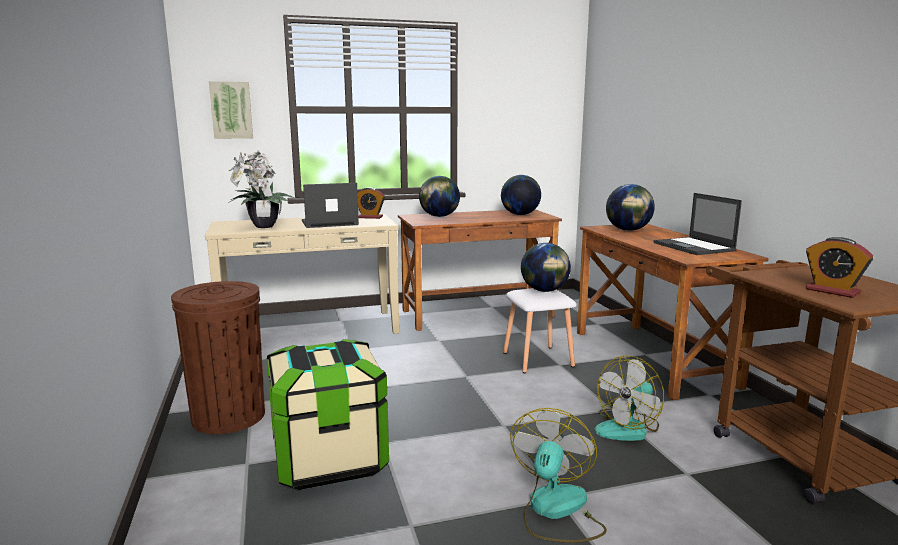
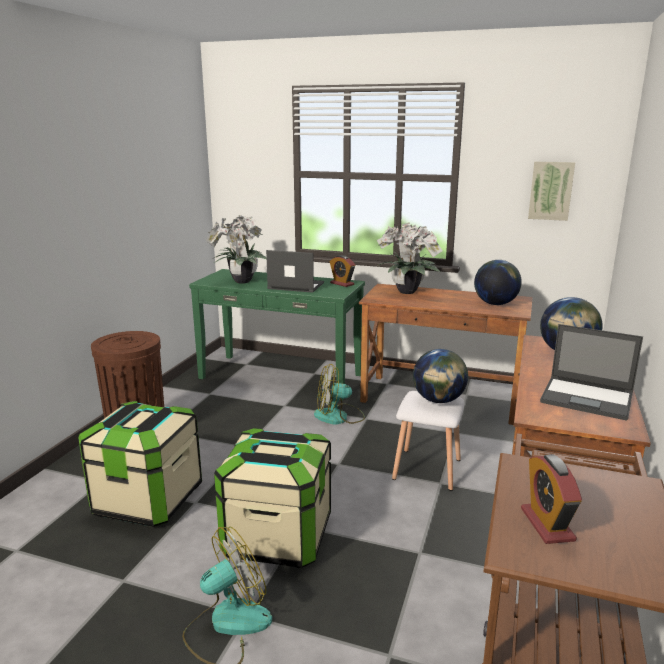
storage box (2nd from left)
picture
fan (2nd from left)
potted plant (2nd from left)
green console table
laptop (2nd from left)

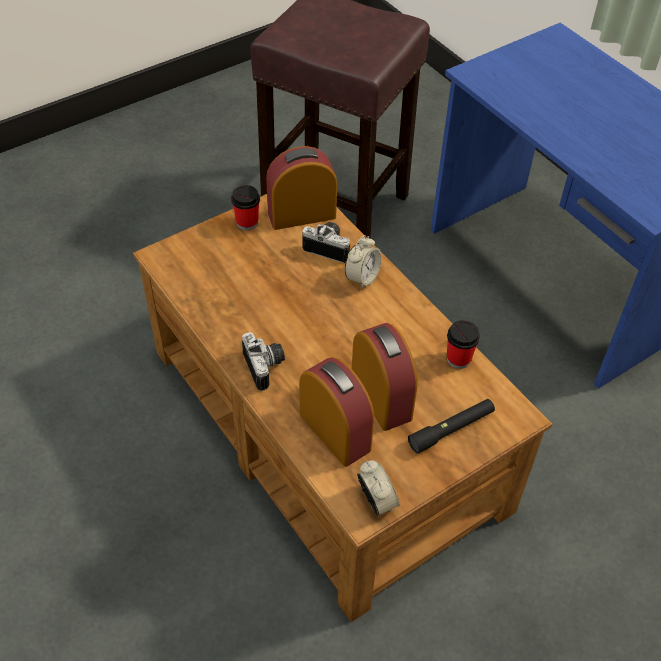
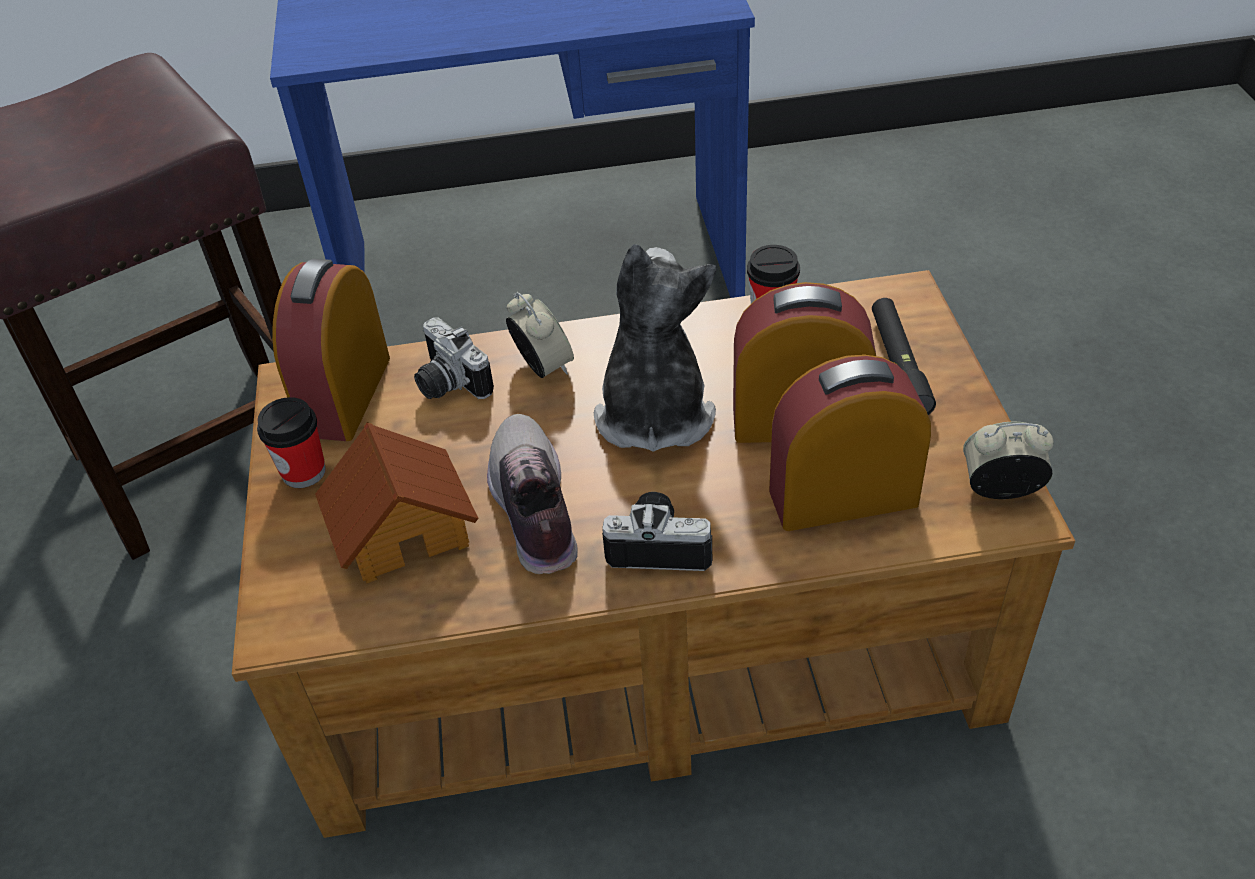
toy house
shoe
plush toy
photo camera (1st from left)

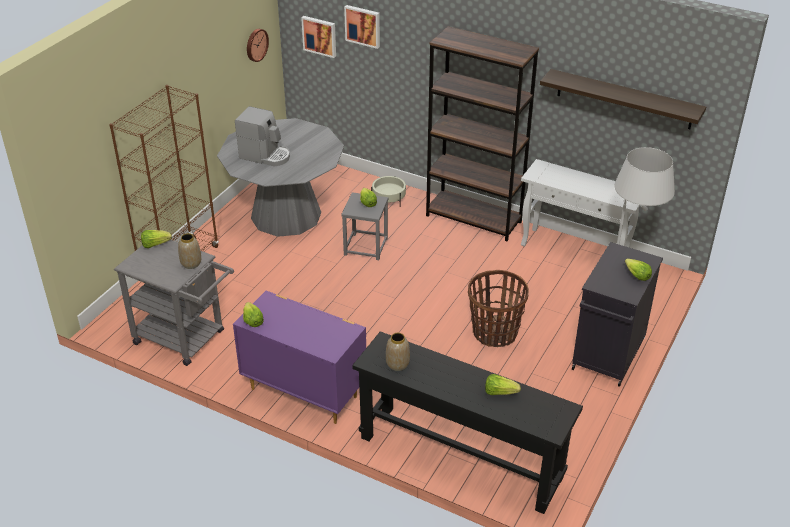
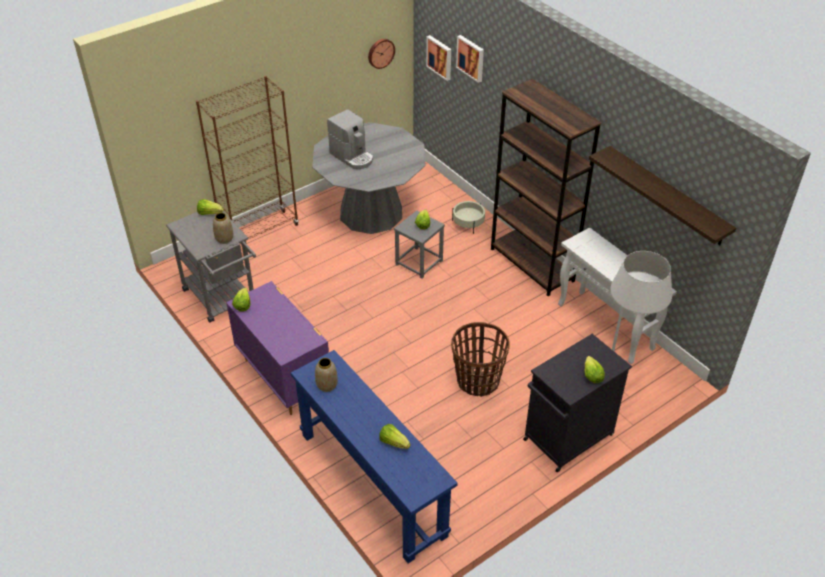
blue console table

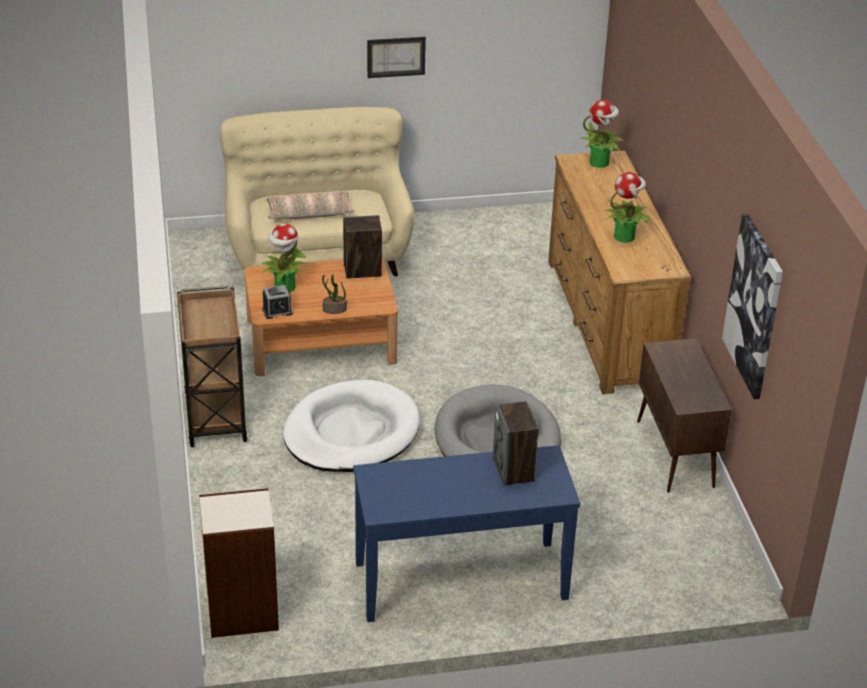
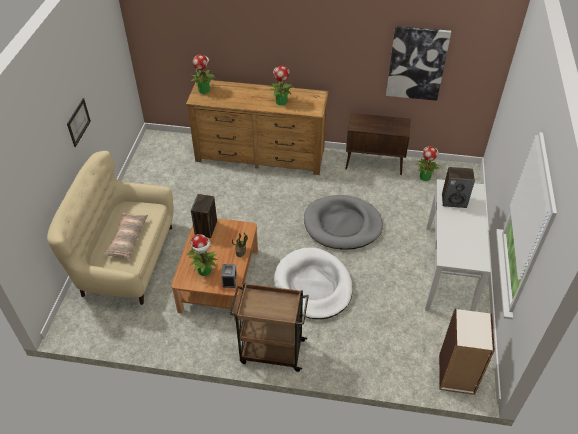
potted plant (5th from left)
white console table

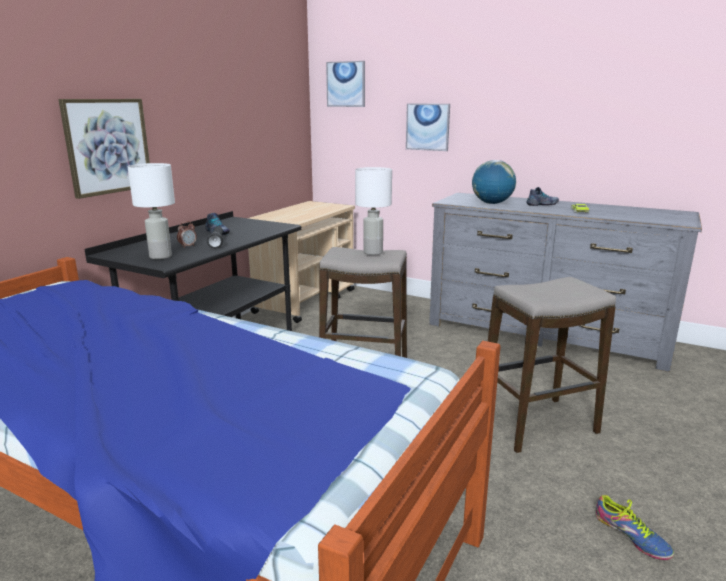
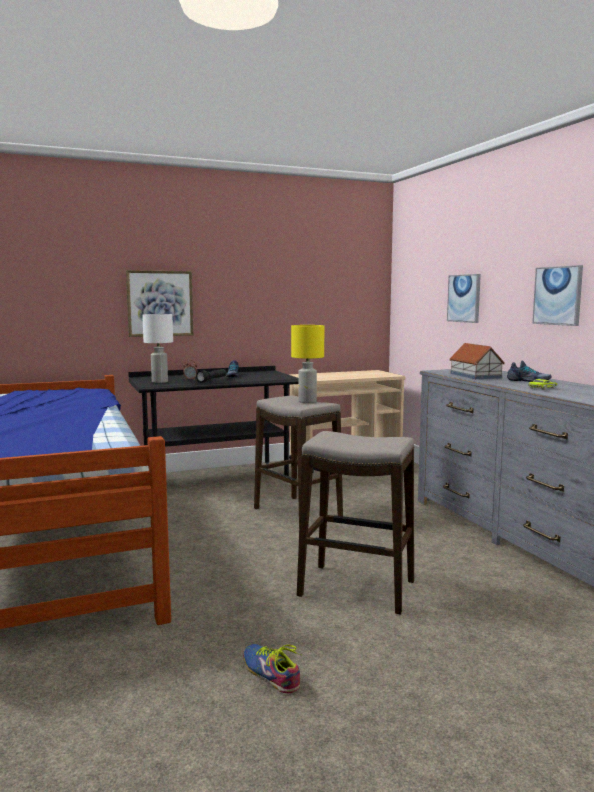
picture (3rd from left)
toy house
yellow table lamp
shoe (2nd from left)

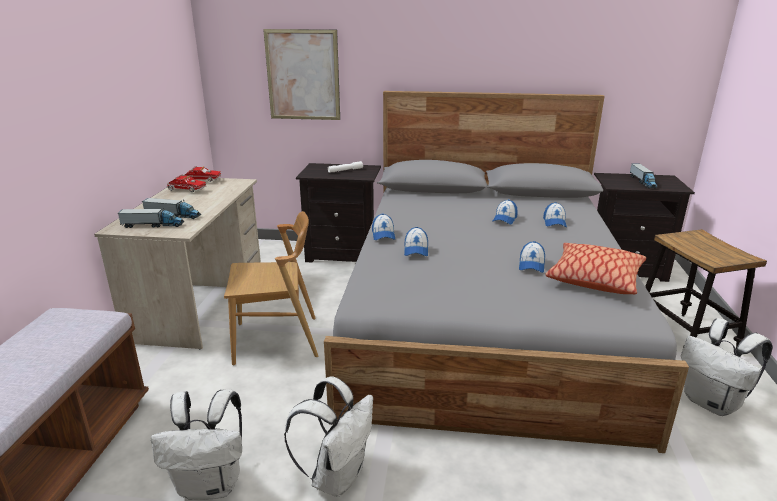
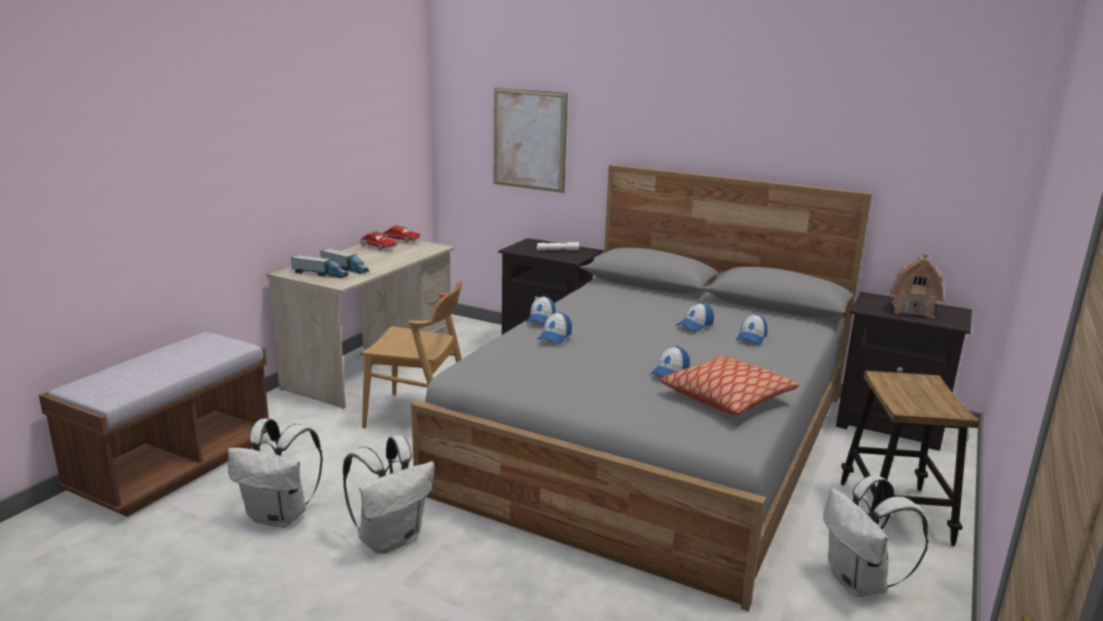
toy house

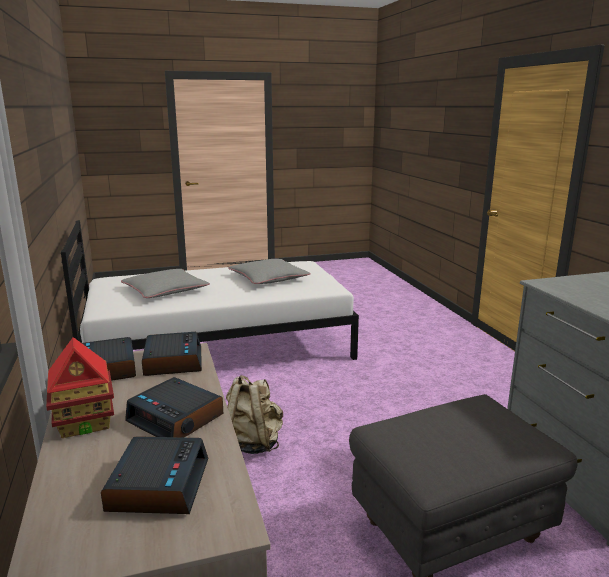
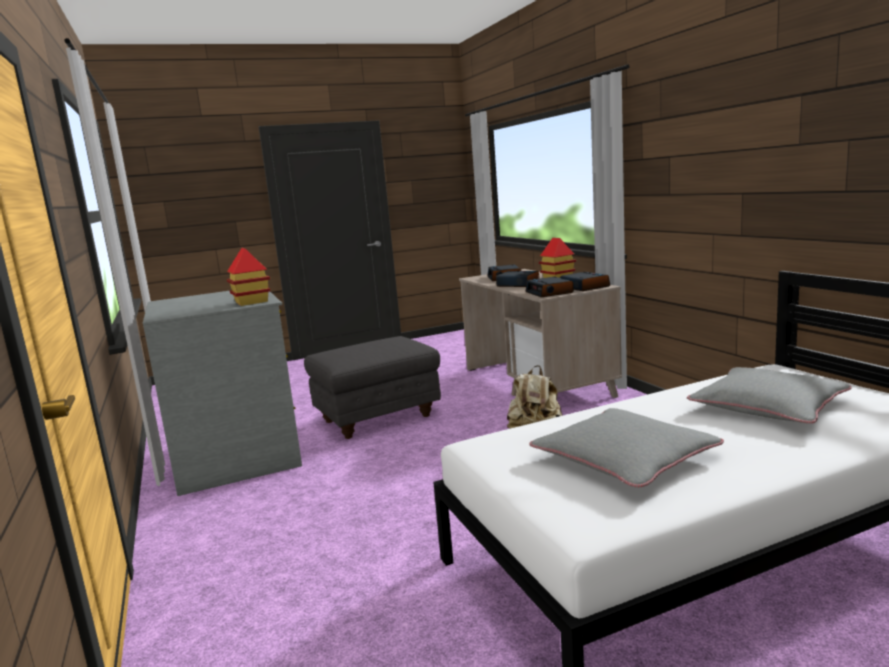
toy house (1st from left)

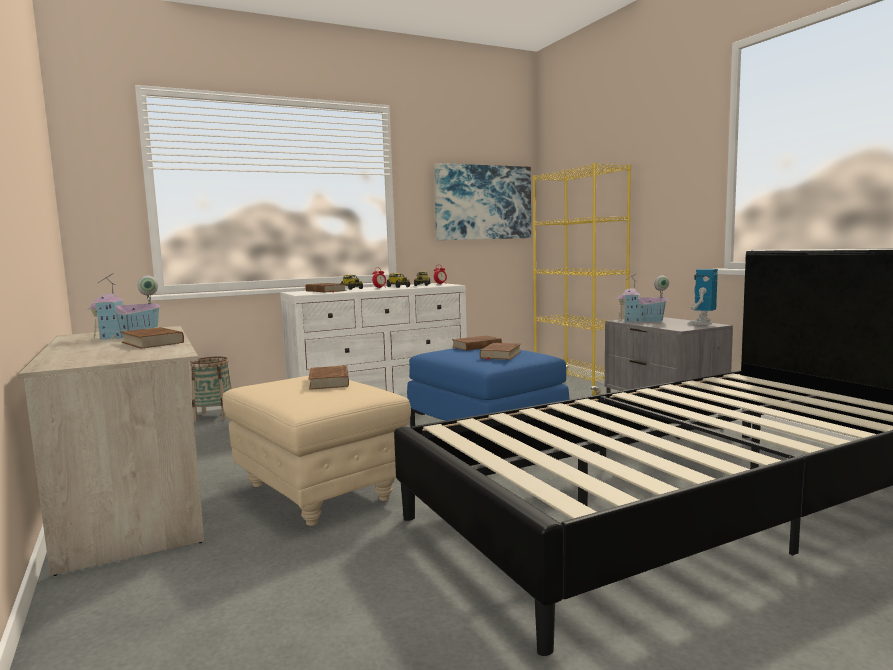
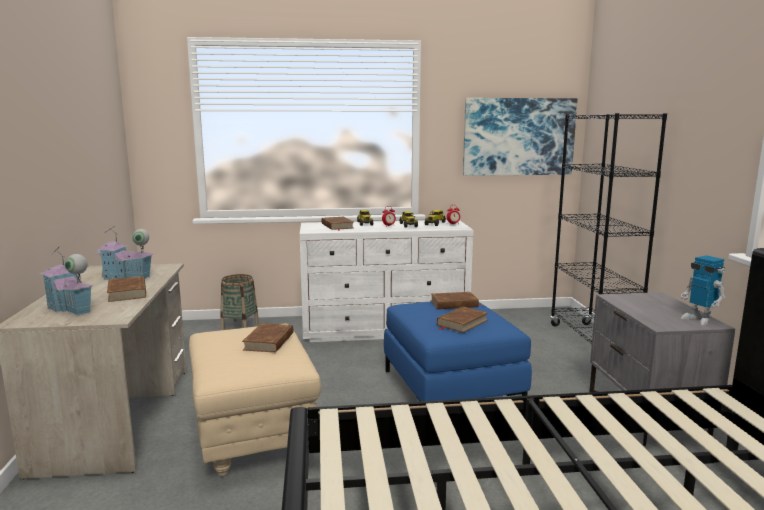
toy house (1st from left)
black bookcase
toy robot

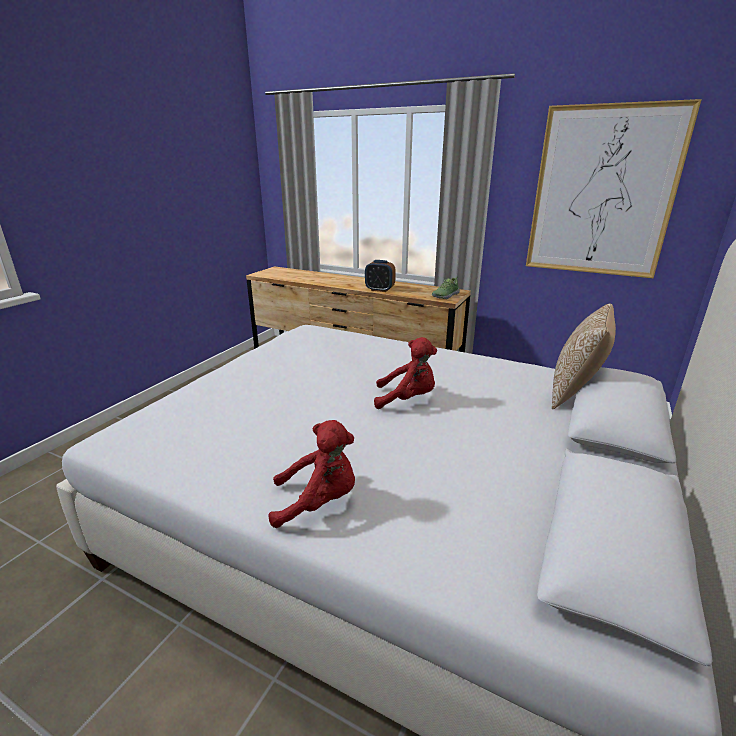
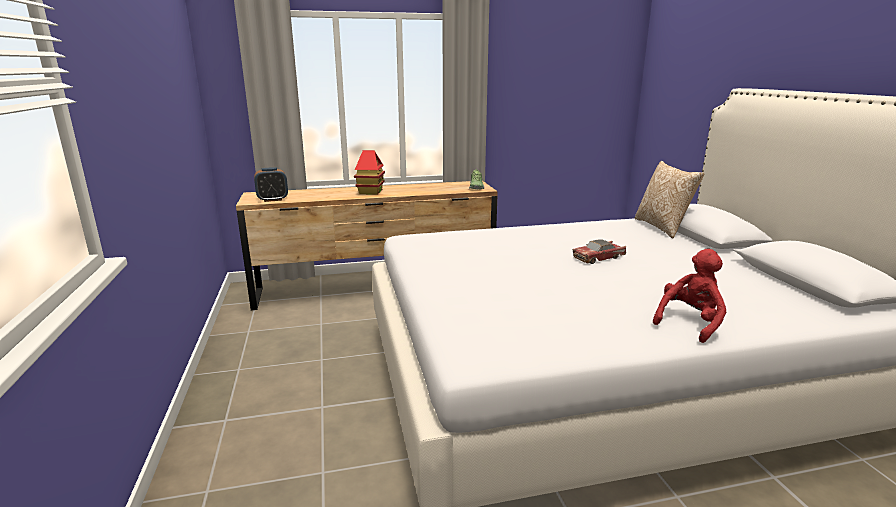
picture
toy house
alarm clock
toy car

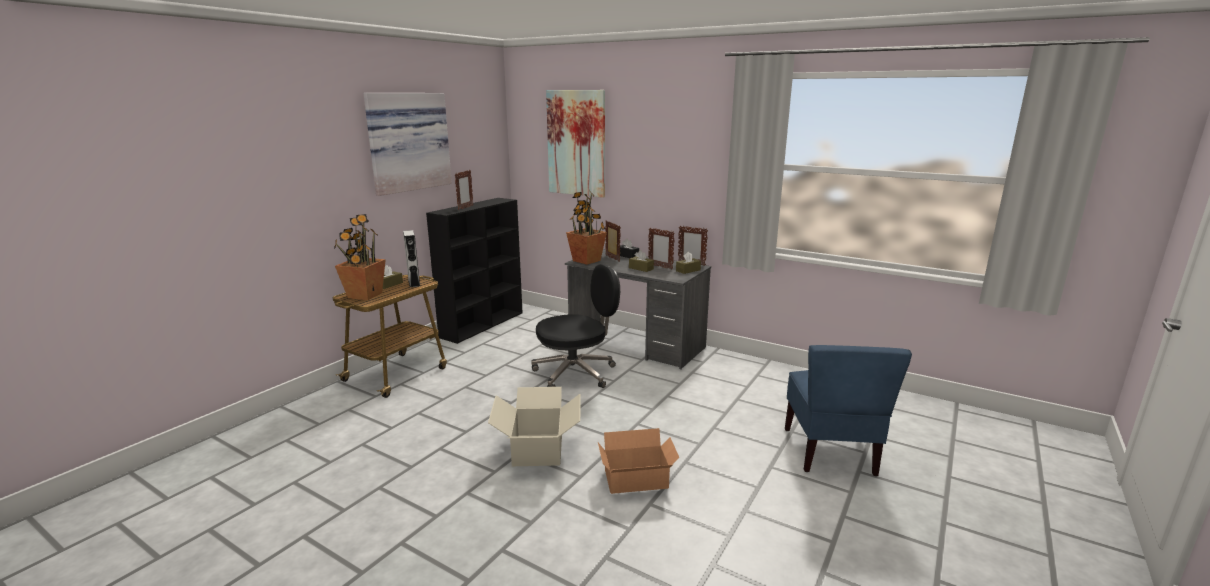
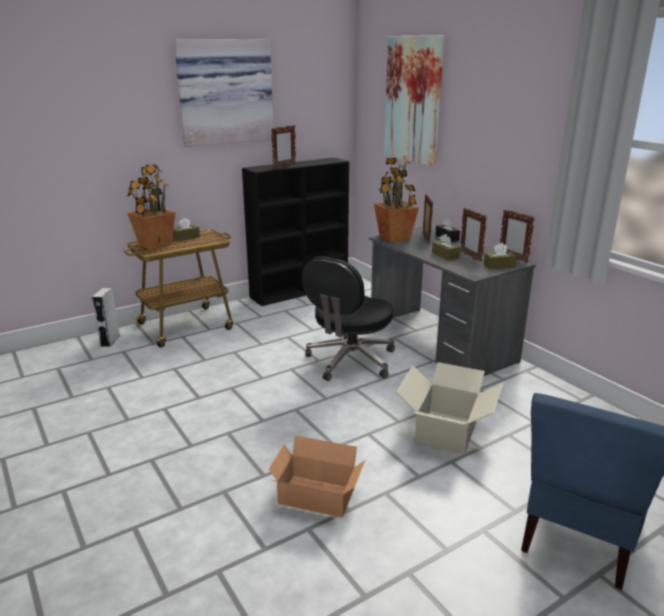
grey speaker
cardboard box (2nd from left)
black office chair

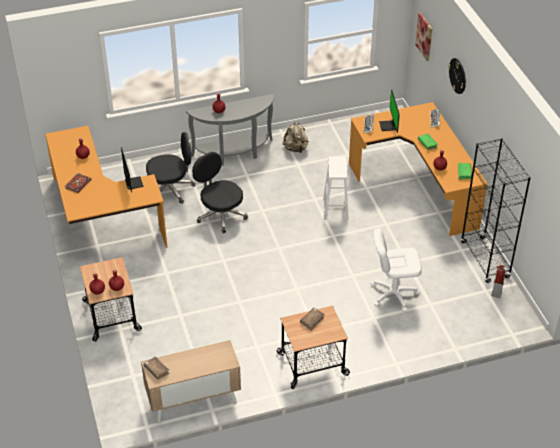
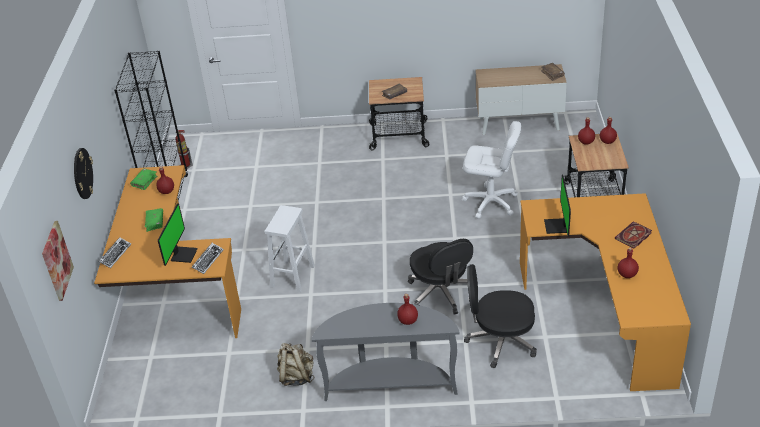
white office chair

